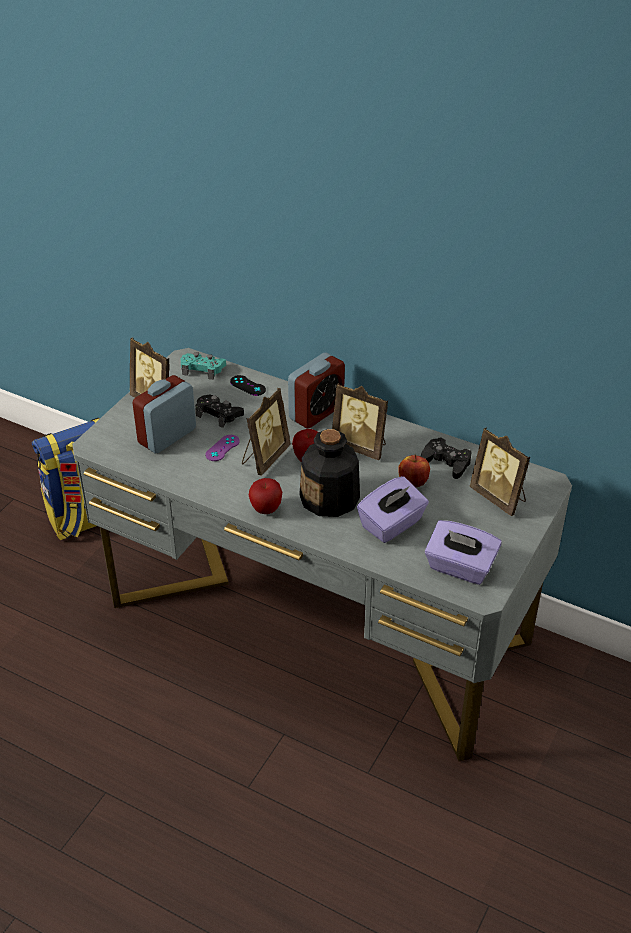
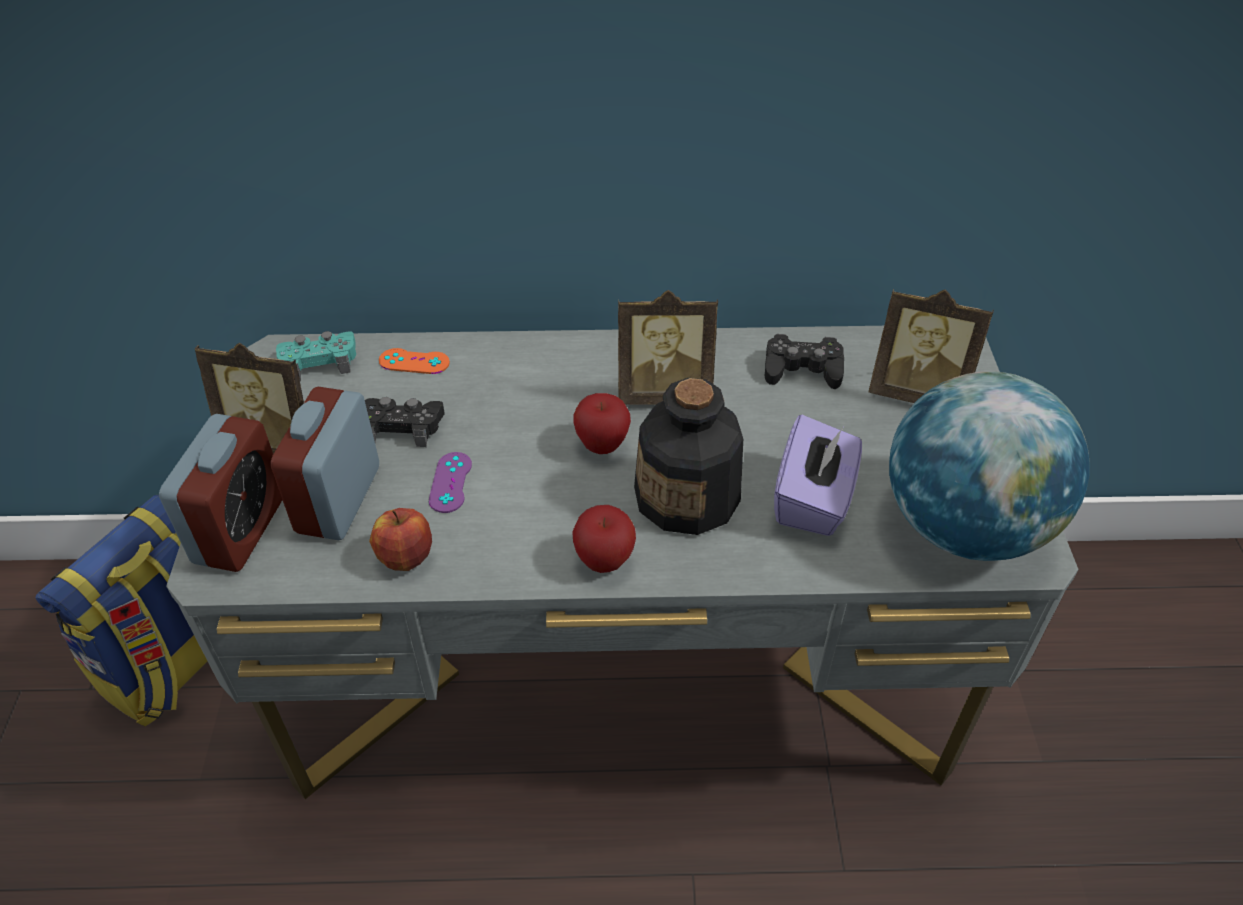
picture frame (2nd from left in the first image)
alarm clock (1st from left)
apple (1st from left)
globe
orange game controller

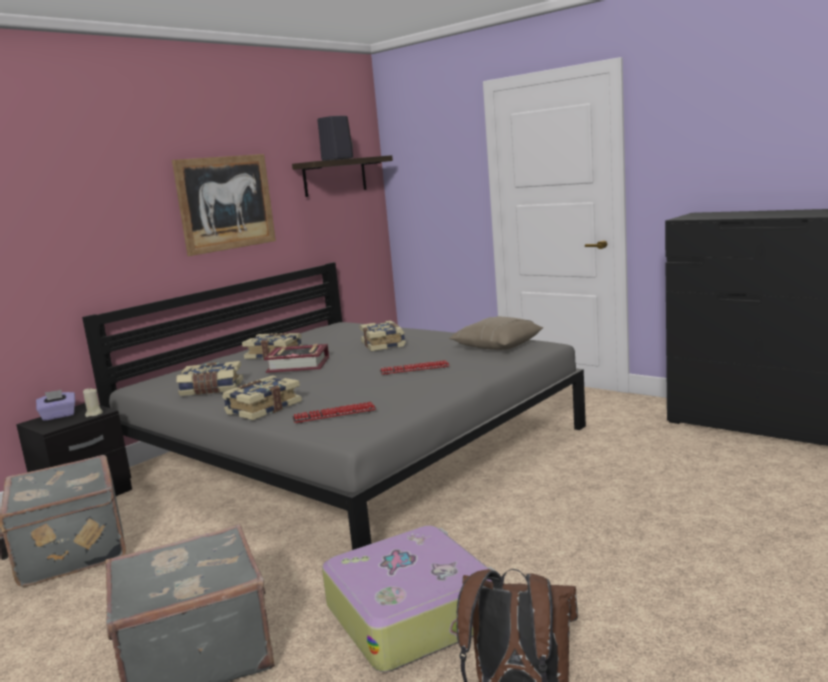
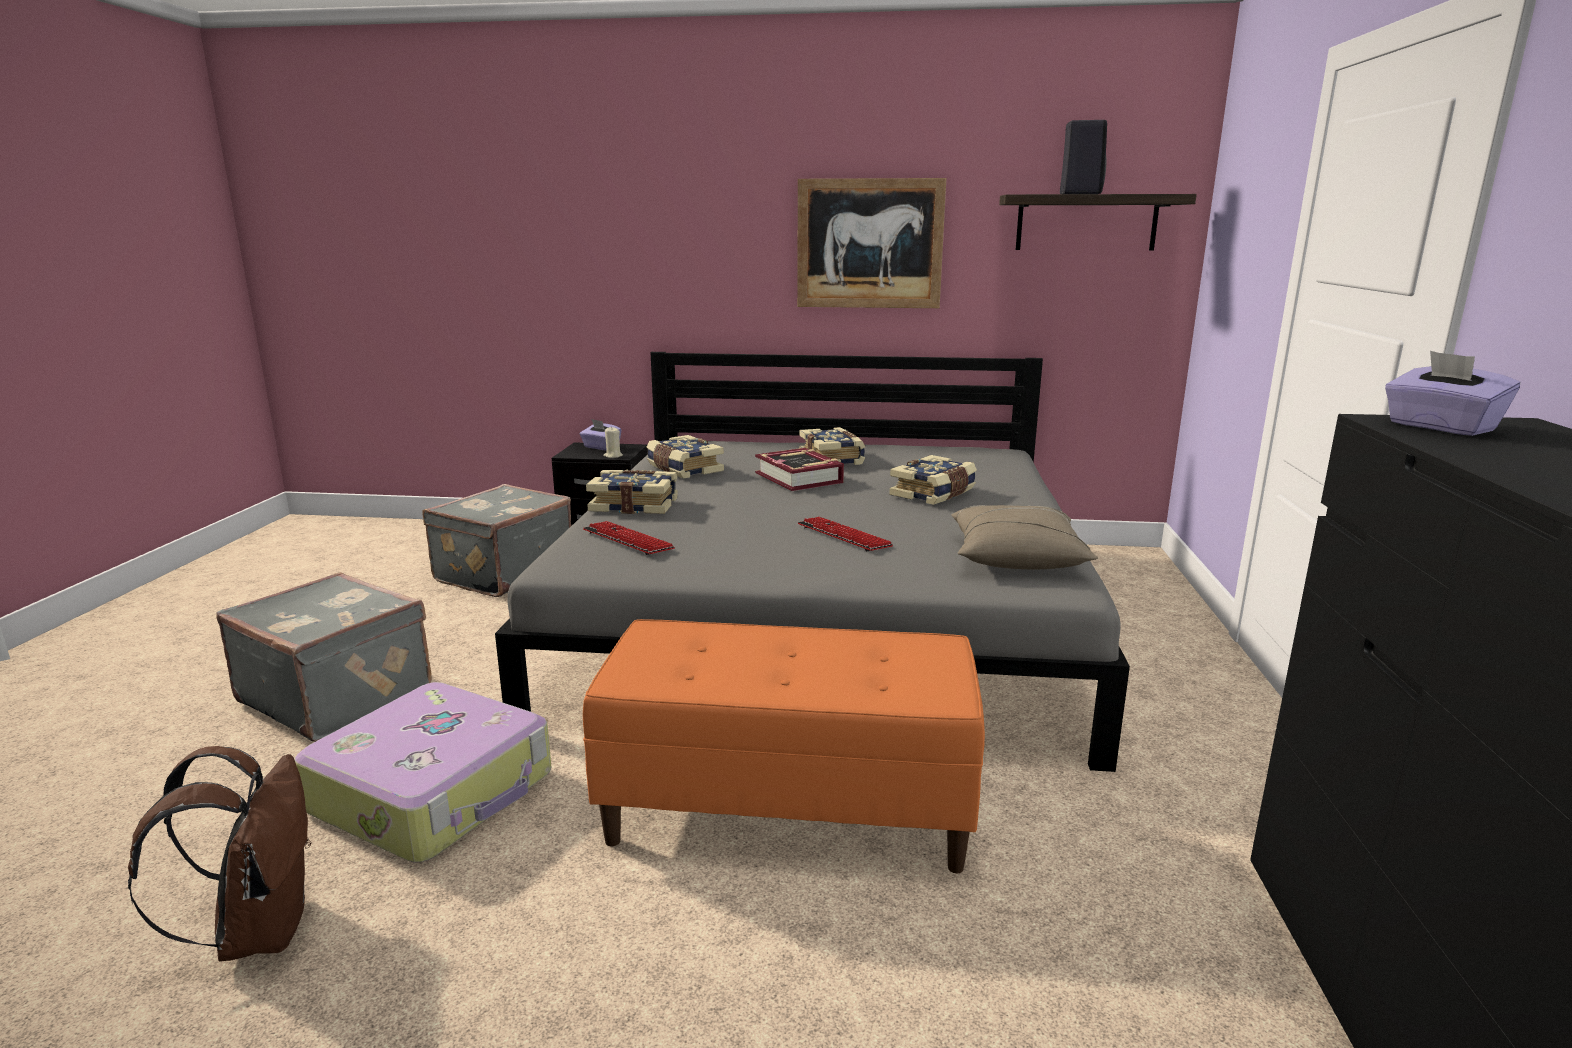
orange bench
purple tissue box (2nd from left)

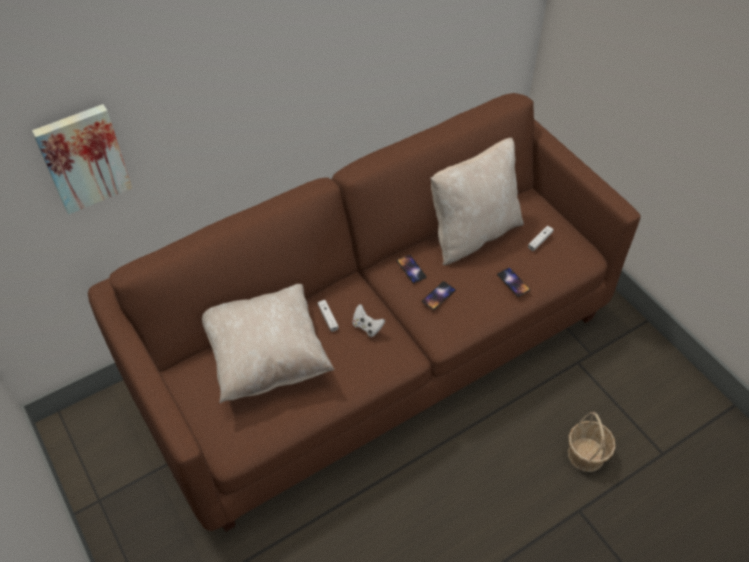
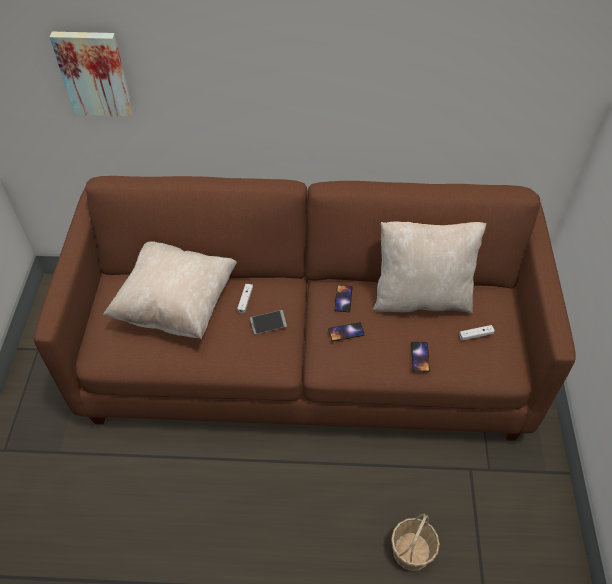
phone (1st from left)

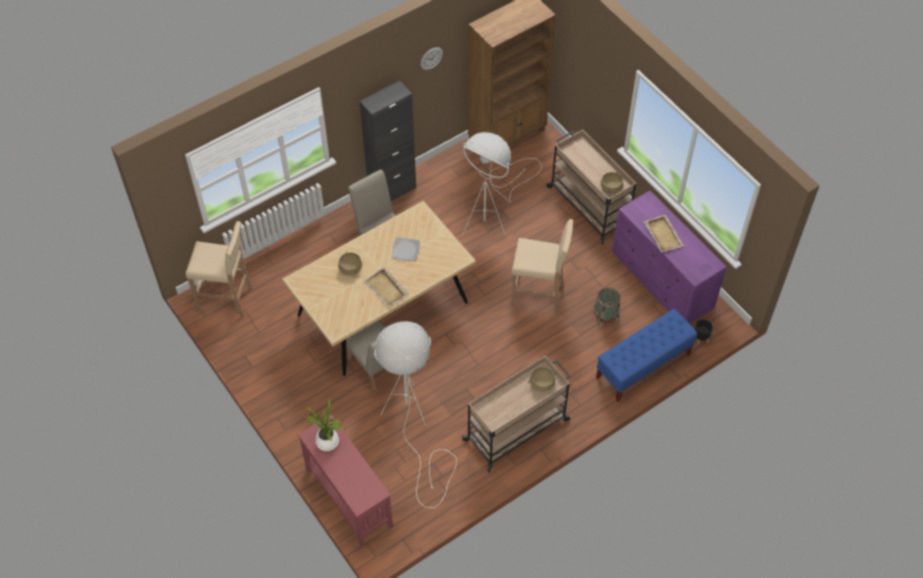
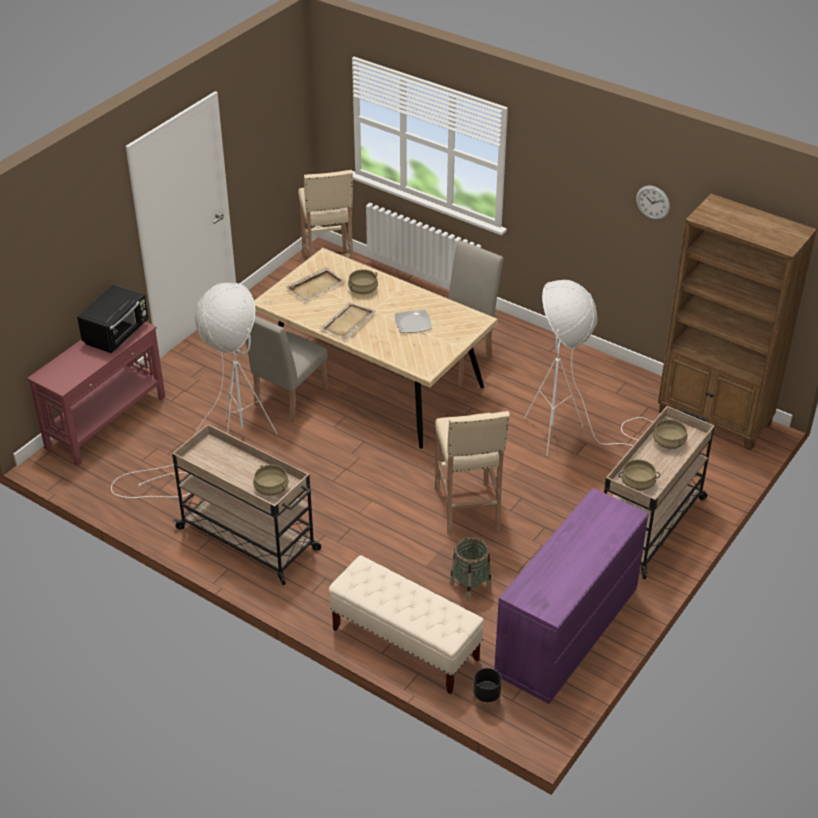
black cabinet
beige cooking pot (4th from left)
beige tray (1st from left)
black microwave
beige bench

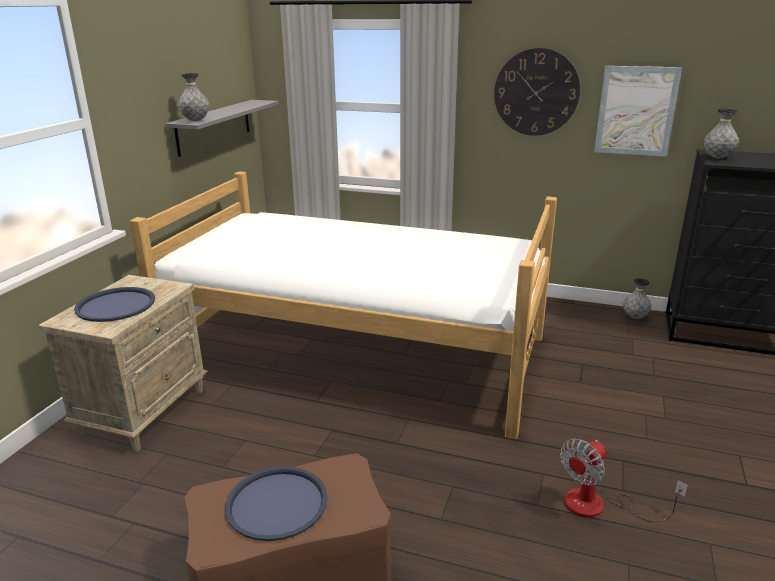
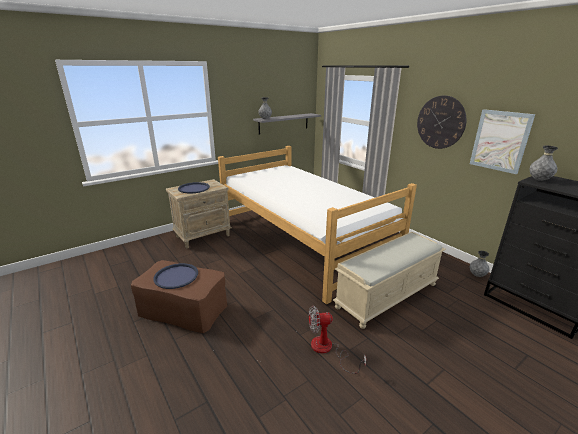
beige bench

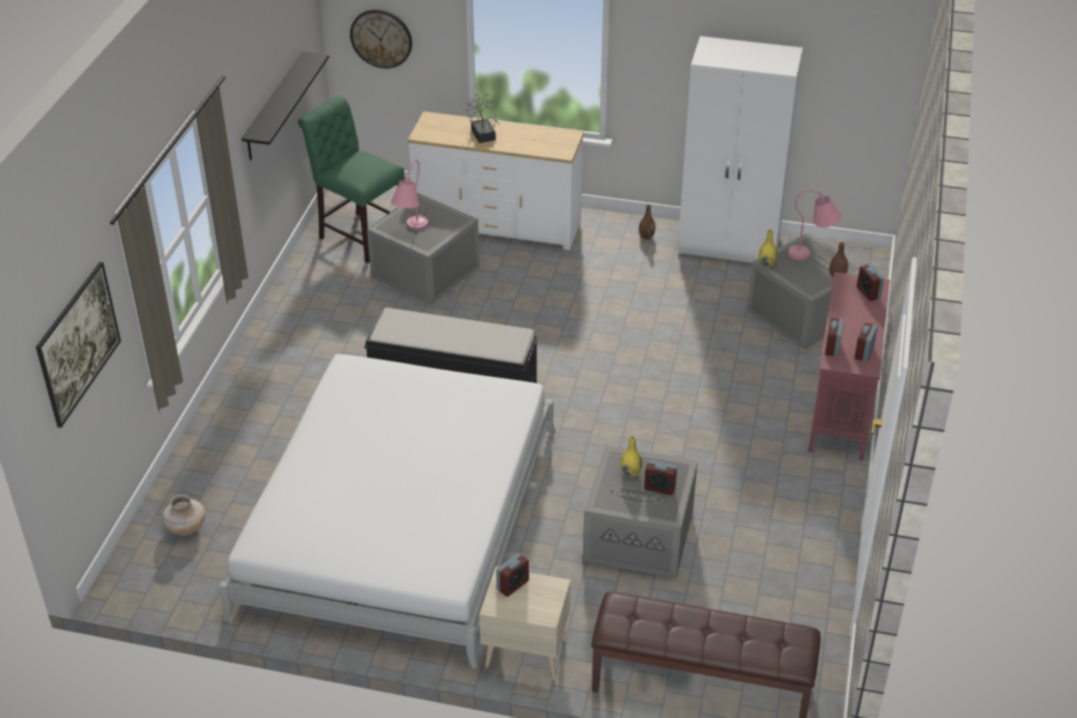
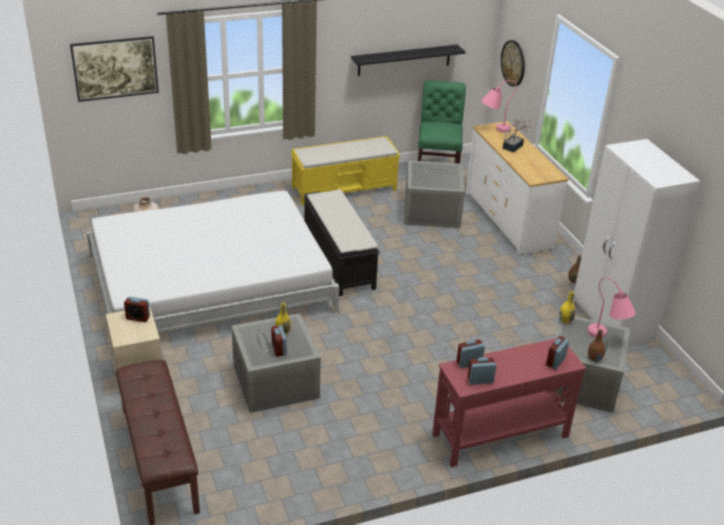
yellow bench
pink table lamp (1st from left)

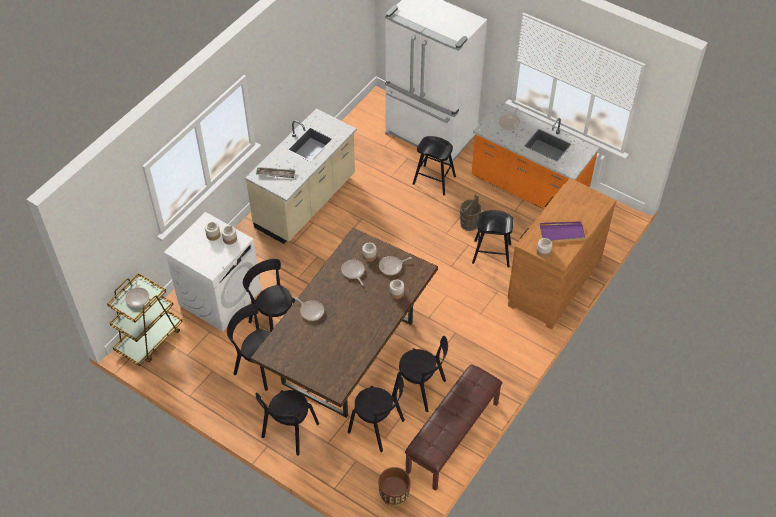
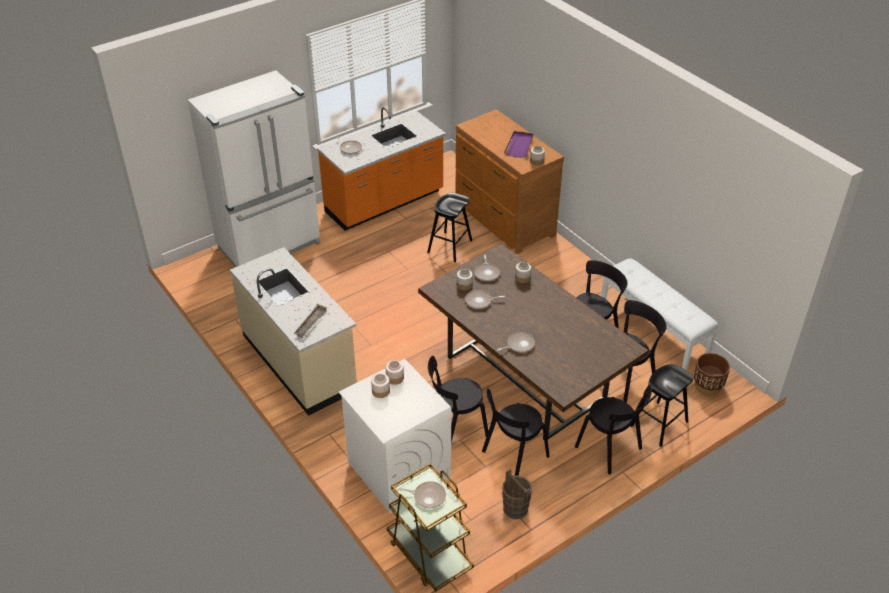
black stool (2nd from left)
brown bucket
white bench

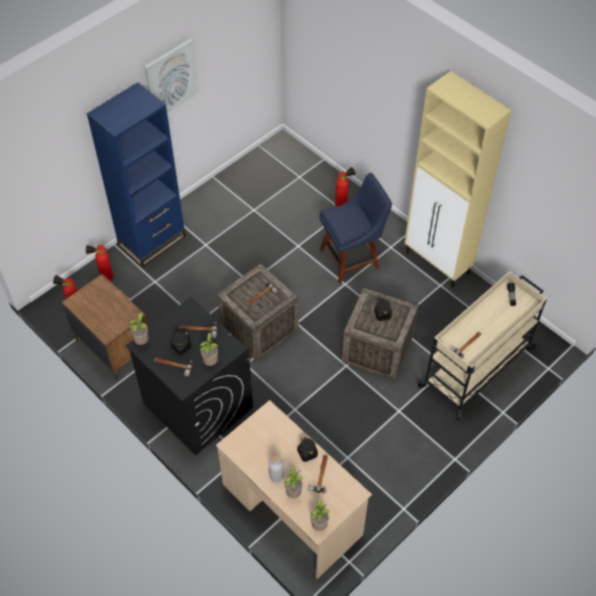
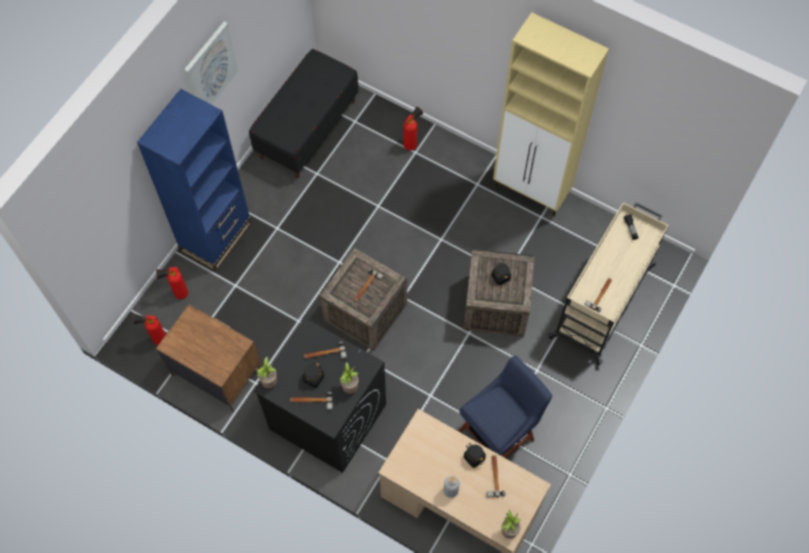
potted plant (3rd from left in the first image)
black bench
blue chair

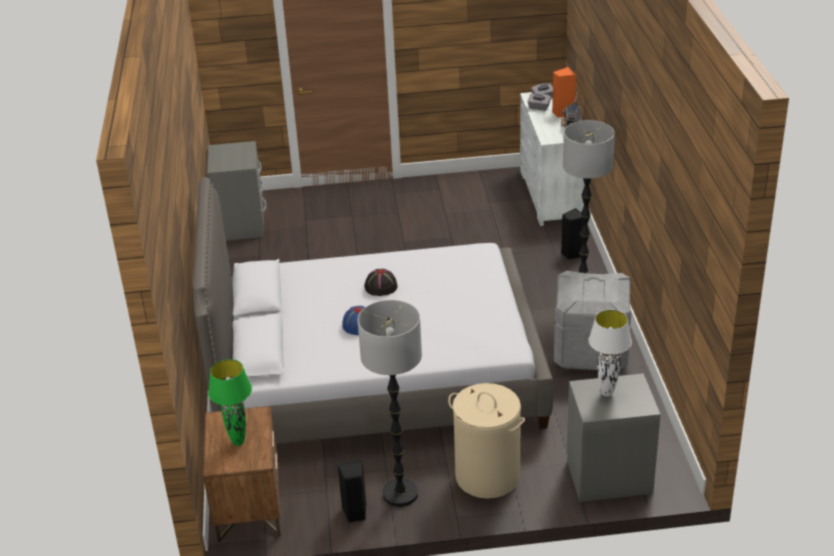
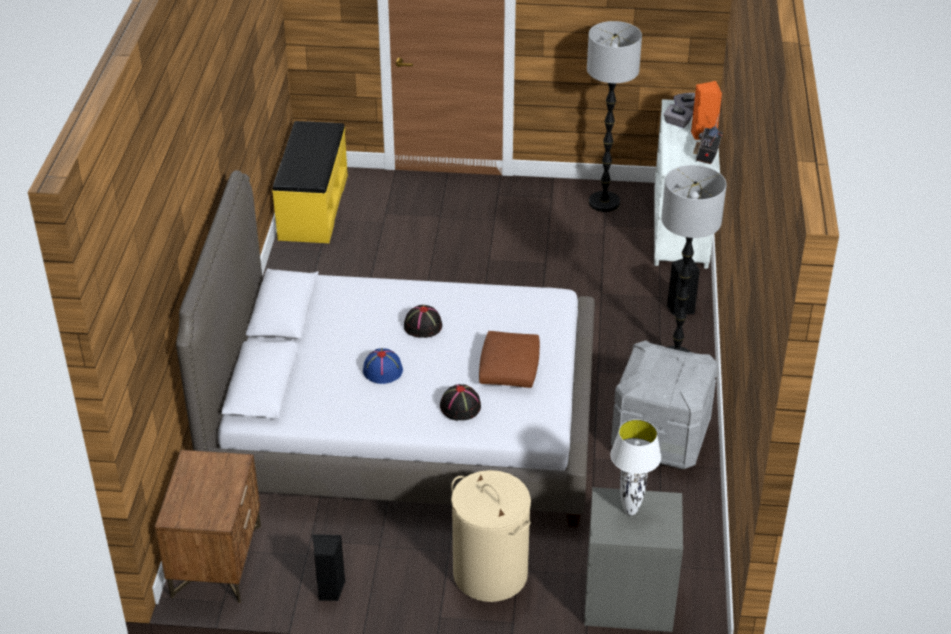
green table lamp
black hat (2nd from left)
brown pillow
floor lamp (1st from left)
yellow bench

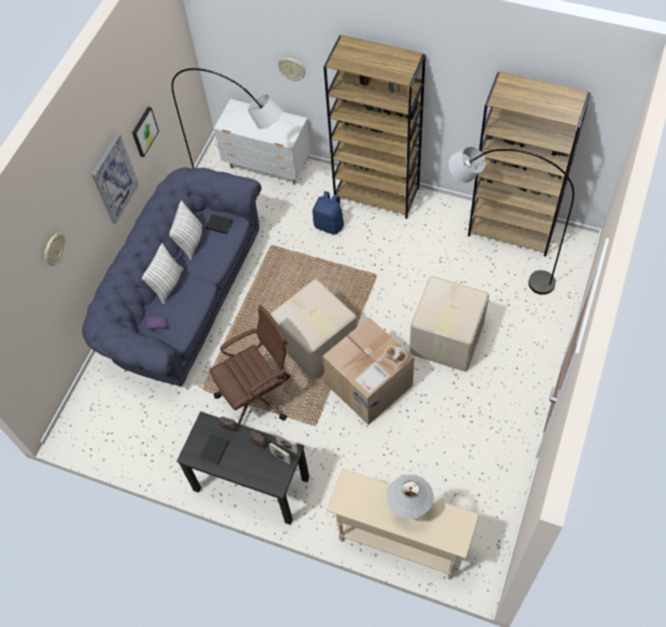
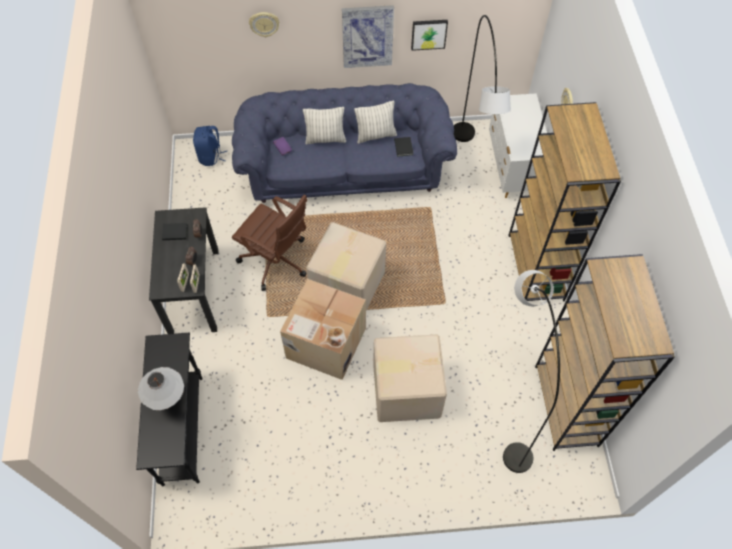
blue backpack
black console table

